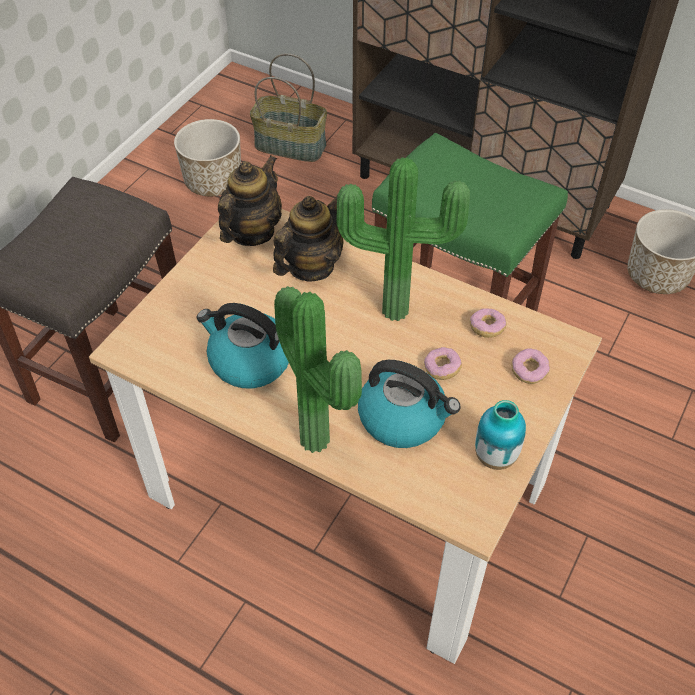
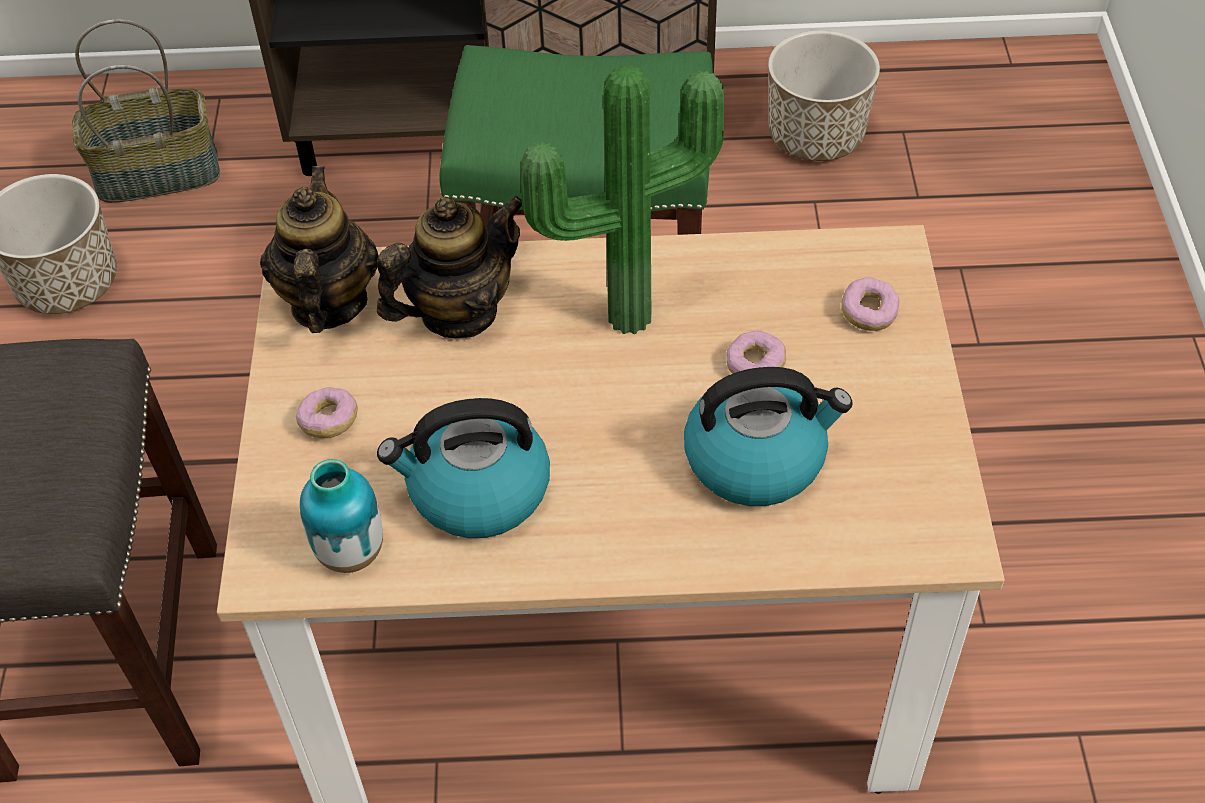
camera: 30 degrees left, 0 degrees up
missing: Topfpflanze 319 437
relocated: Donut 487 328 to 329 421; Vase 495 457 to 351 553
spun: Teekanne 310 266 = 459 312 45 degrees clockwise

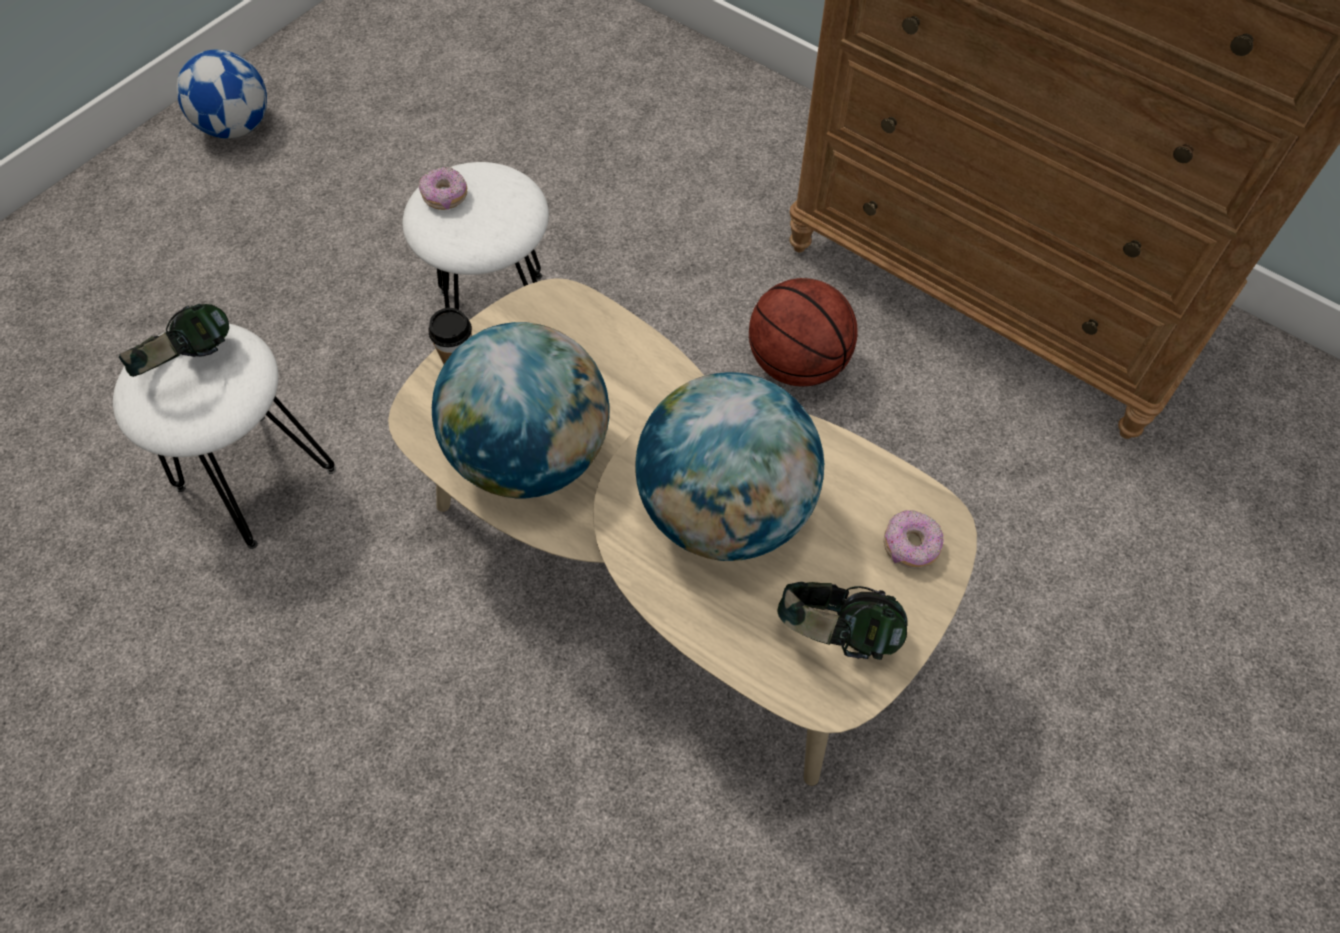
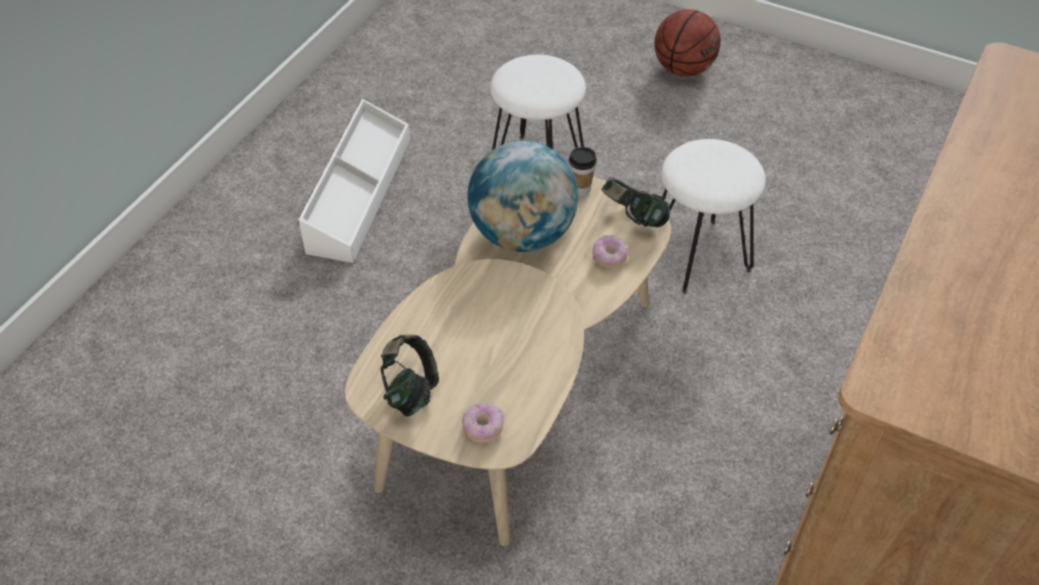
camera: 80 degrees right, 10 degrees down
missing: Fußball 237 127; Globus 724 511
appeared: Aufbewahrungsbox [weiß] 357 194
relocated: Kopfhörer 190 363 to 633 218; Donut 445 197 to 609 257; Basketball 796 363 to 683 68

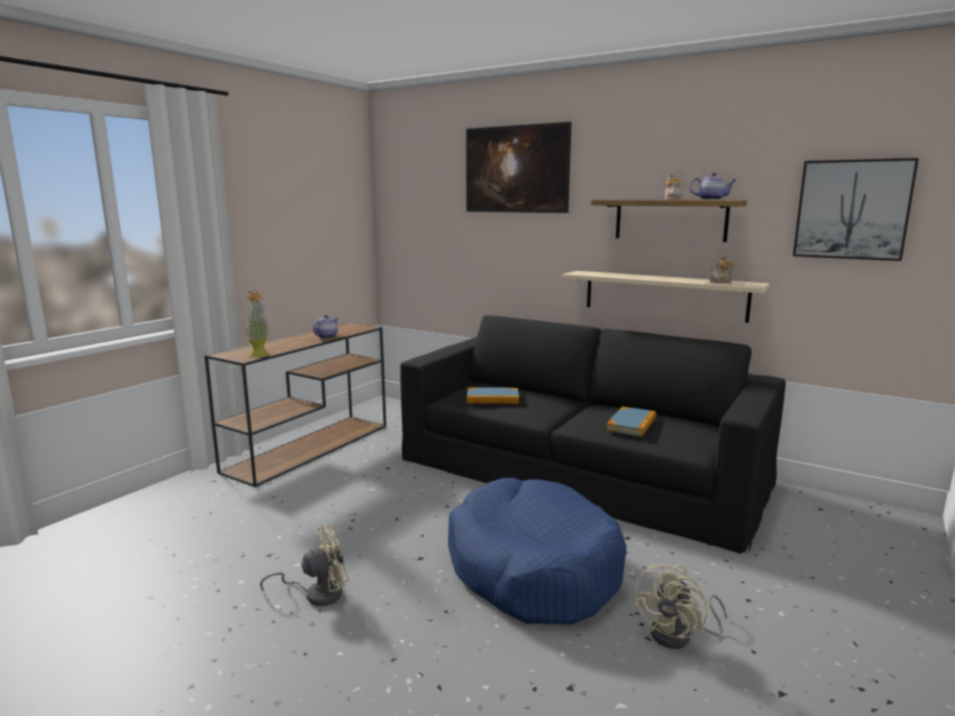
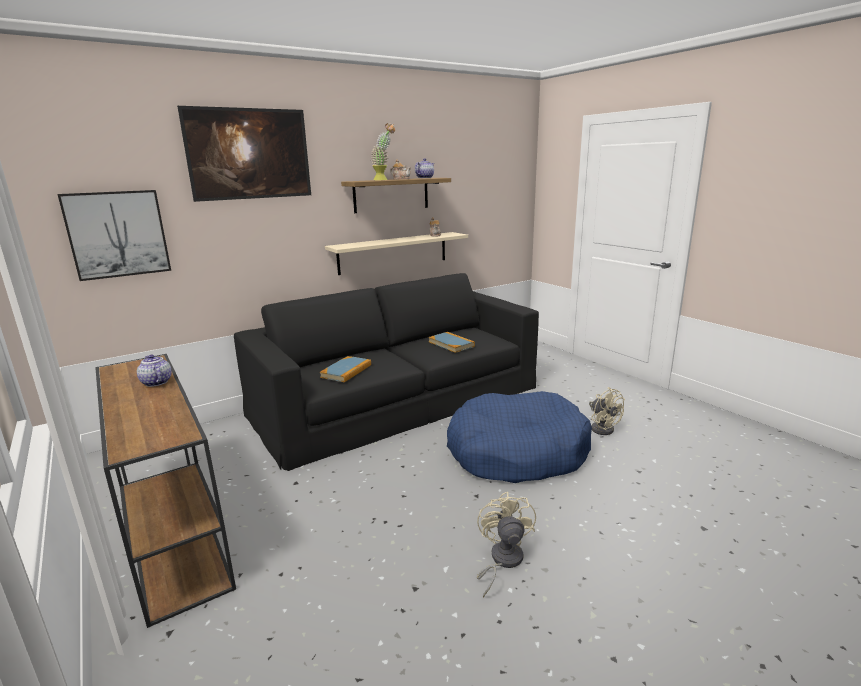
camera: 65 degrees left, 5 degrees up
relocated: Topfpflanze 259 356 to 384 180; Bild 852 209 to 117 234

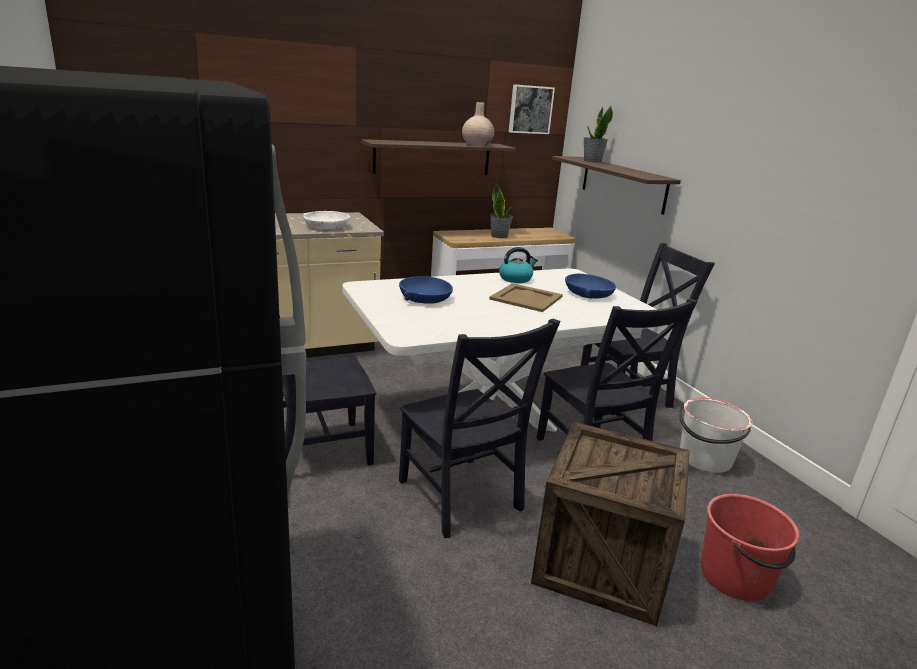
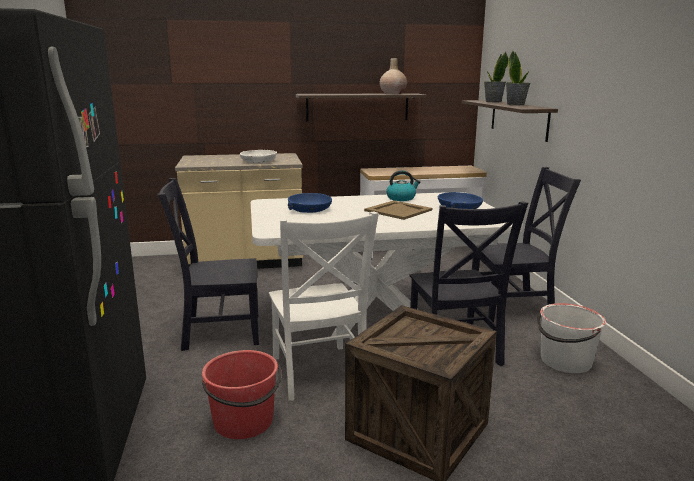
camera: 15 degrees right, 5 degrees down
missing: Bild 530 109
relocated: Topfpflanze 499 236 to 516 104; Eimer [rot] 736 576 to 244 422
colour: Stuhl [schwarz] 461 498 to Stuhl [weiß] 318 374

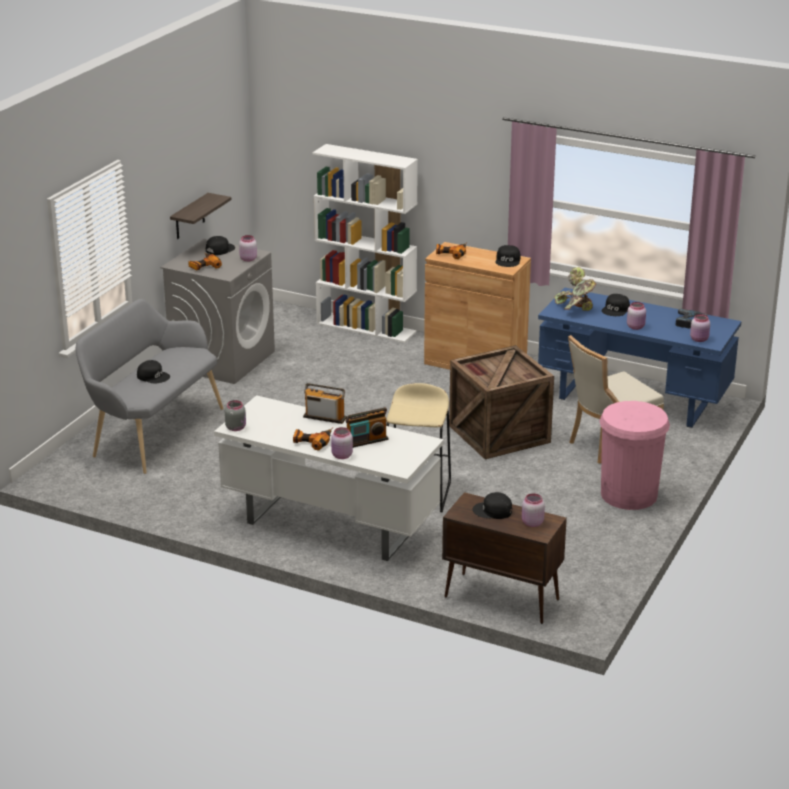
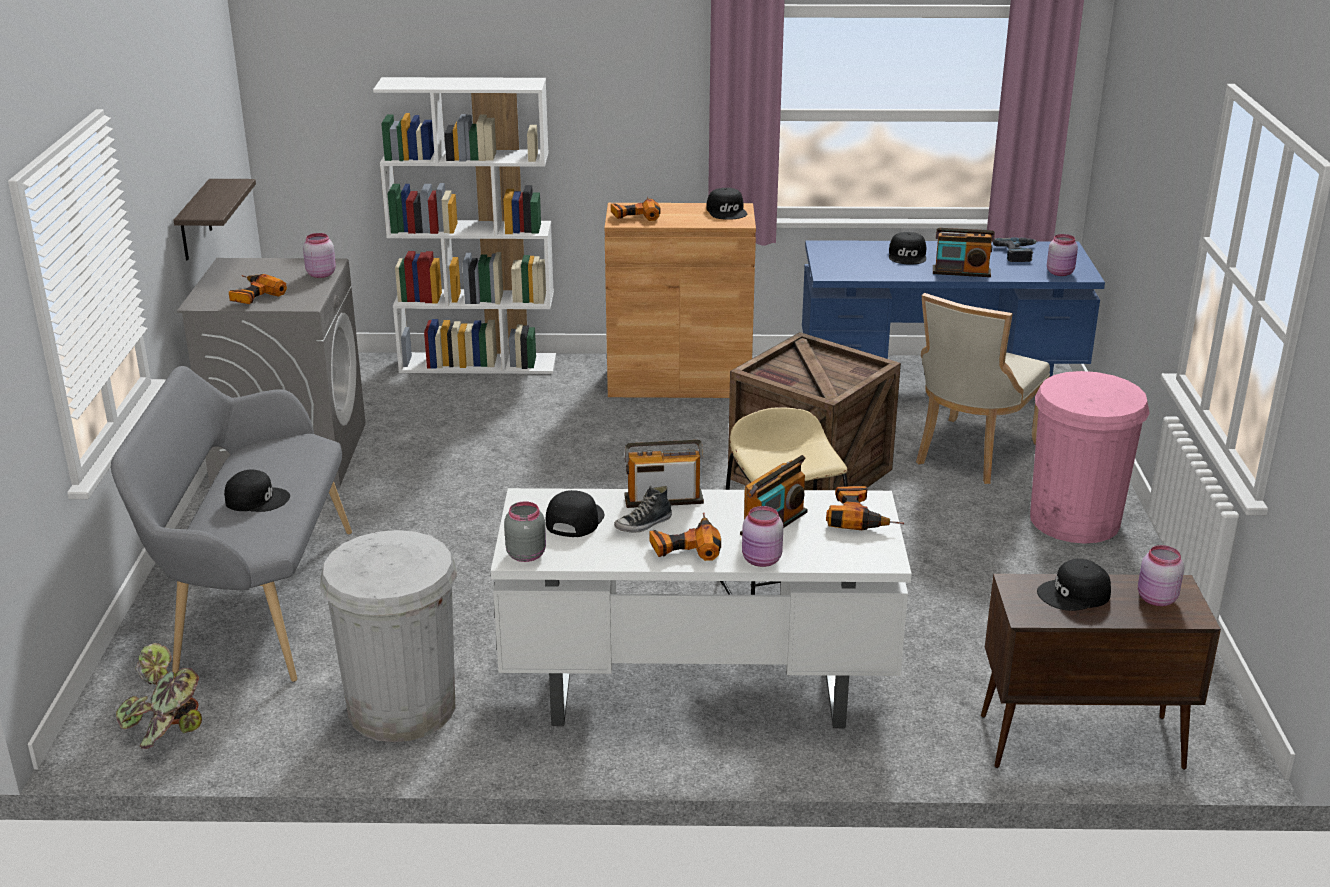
camera: 25 degrees left, 0 degrees up
appeared: Mülleimer [weiß] 401 708; Schuh 643 524; Bohrmaschine 860 517
relocated: Kappe [schwarz] 219 249 to 574 520; Topfpflanze 574 308 to 164 730
exchanged: Vorratsglas [rosa] 636 327 to Radio 961 272

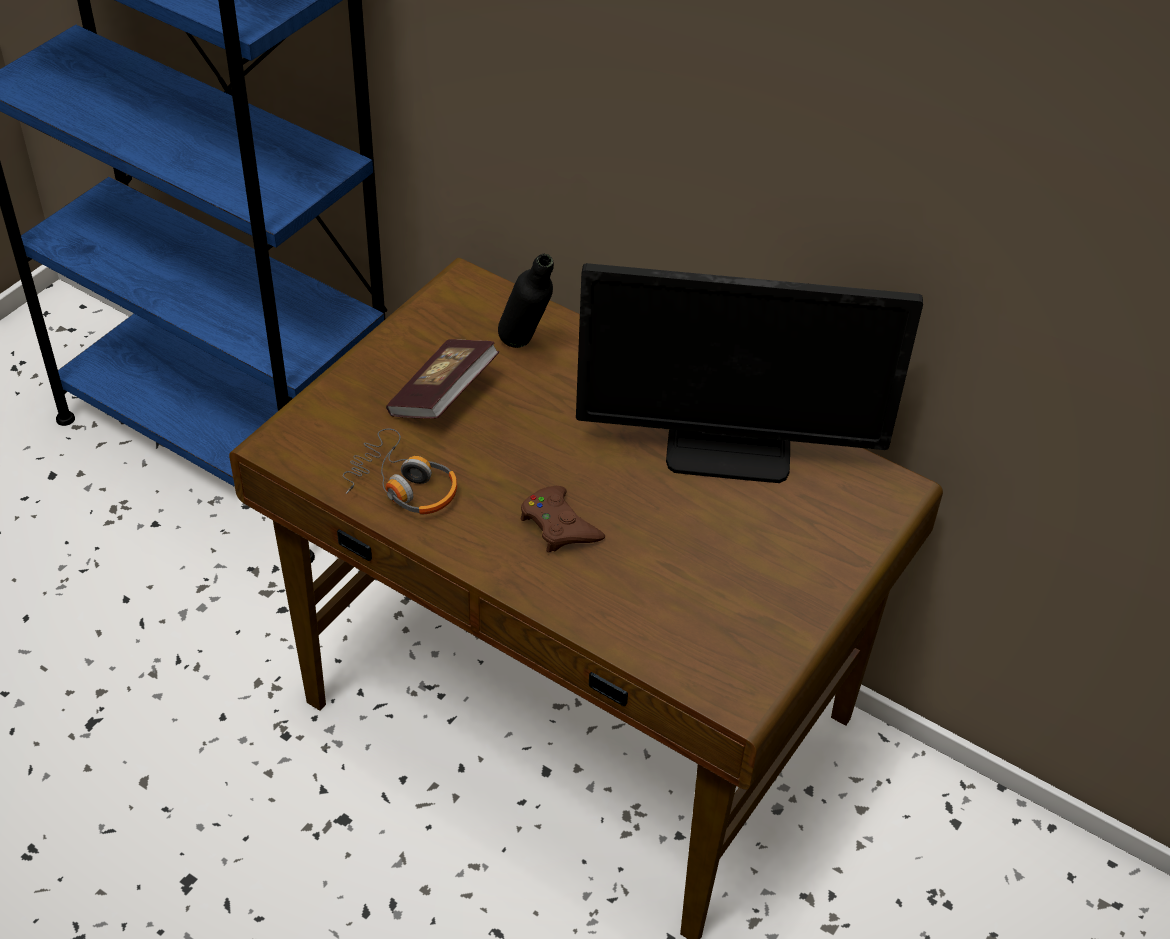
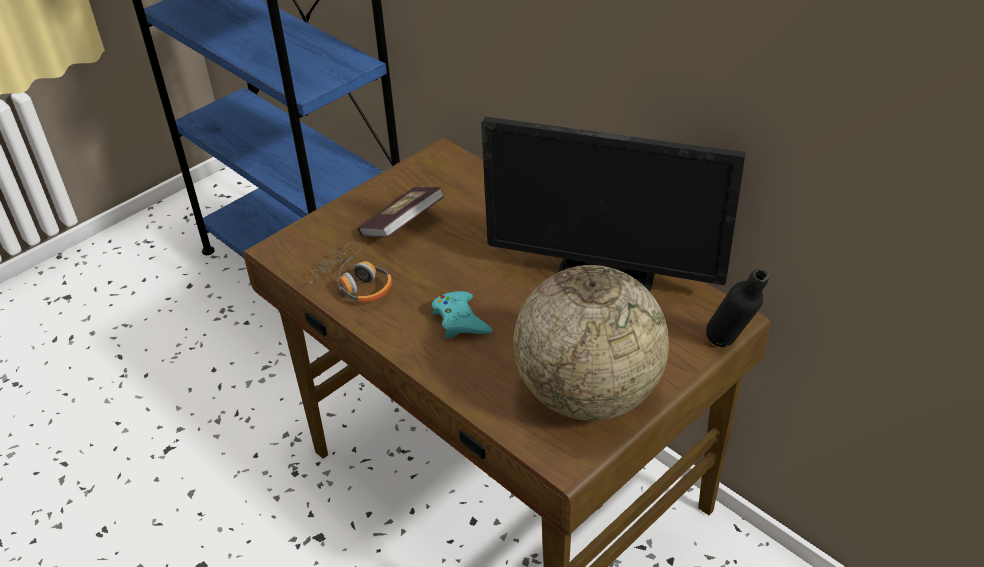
camera: 15 degrees right, 5 degrees down
appeared: Globus 588 394
relocated: Flasche [schwarz] 526 348 to 730 348
colour: Gamepad [braun] 559 526 to Gamepad [türkis] 460 320

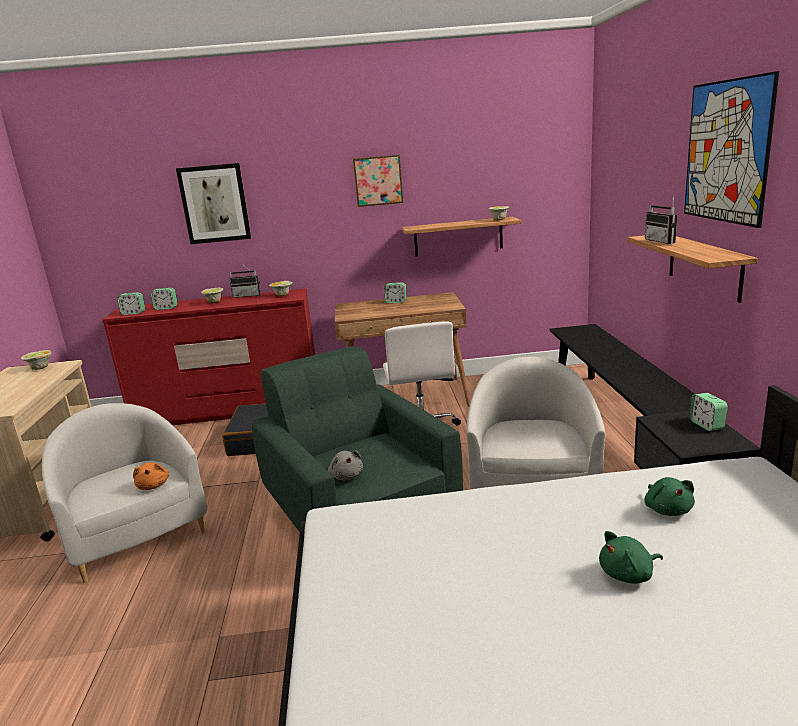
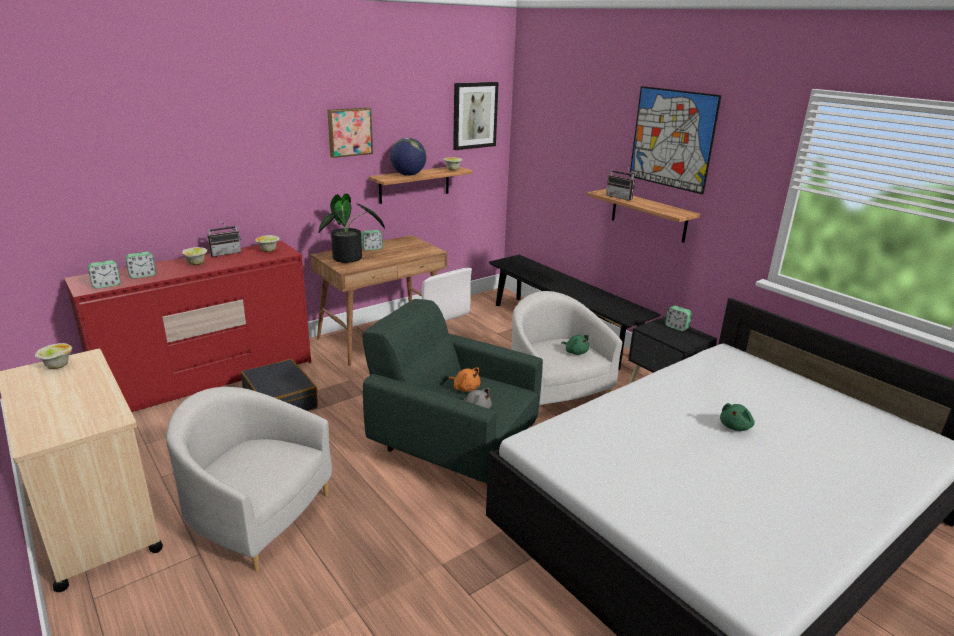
camera: 35 degrees left, 5 degrees up
appeared: Topfpflanze 351 258; Globus 408 175
relocated: Plüschtier [orange] 153 485 to 465 388; Bild 215 204 to 474 115; Plüschtier [grün] 667 509 to 575 352

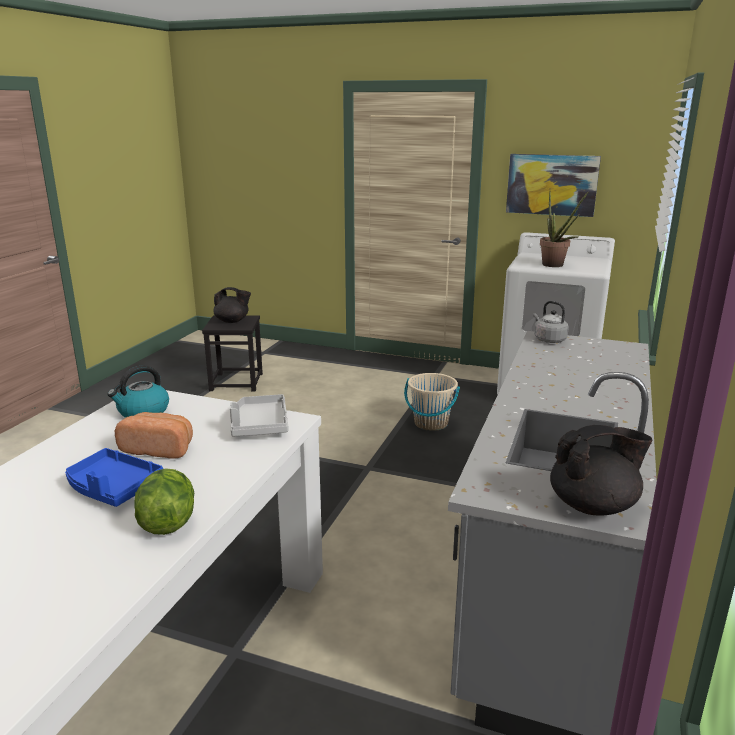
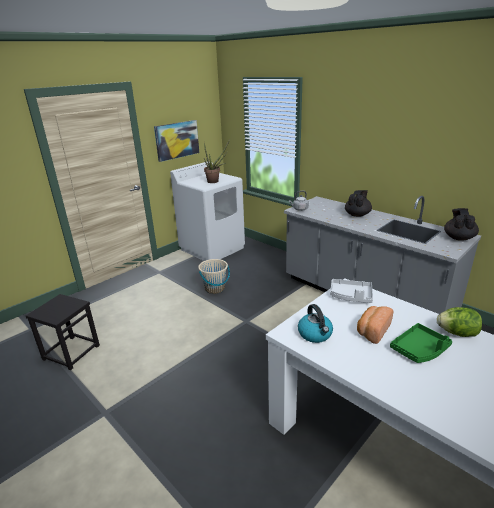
camera: 65 degrees left, 5 degrees up
relocated: Teekanne [schwarz] 232 321 to 357 215
colour: Tablett [blau] 113 488 to Tablett [grün] 419 349

